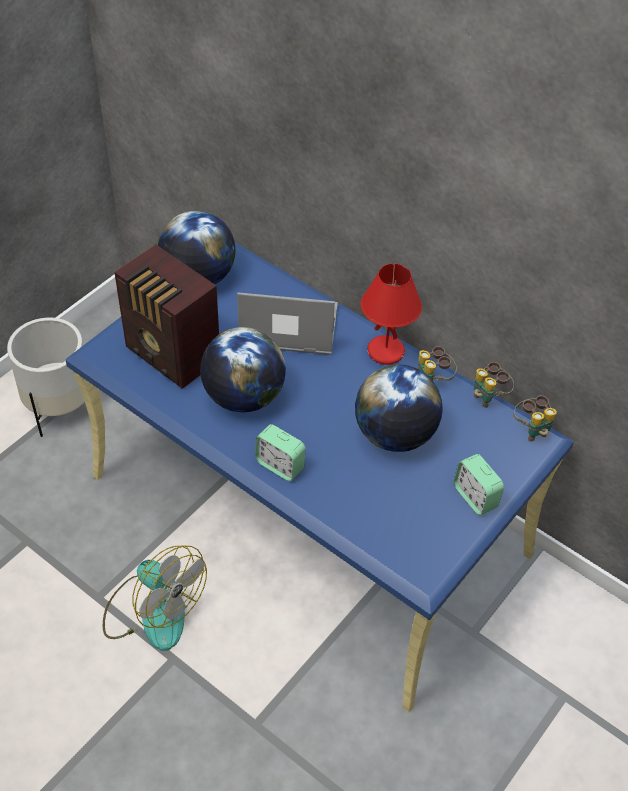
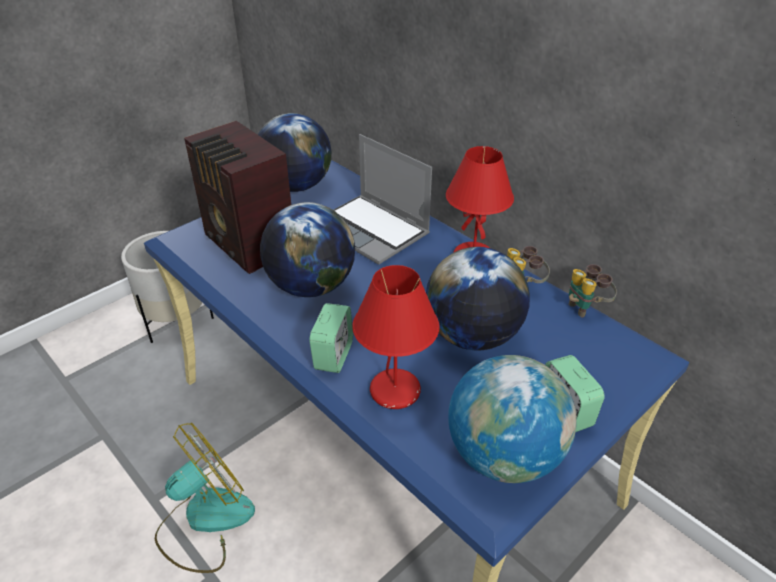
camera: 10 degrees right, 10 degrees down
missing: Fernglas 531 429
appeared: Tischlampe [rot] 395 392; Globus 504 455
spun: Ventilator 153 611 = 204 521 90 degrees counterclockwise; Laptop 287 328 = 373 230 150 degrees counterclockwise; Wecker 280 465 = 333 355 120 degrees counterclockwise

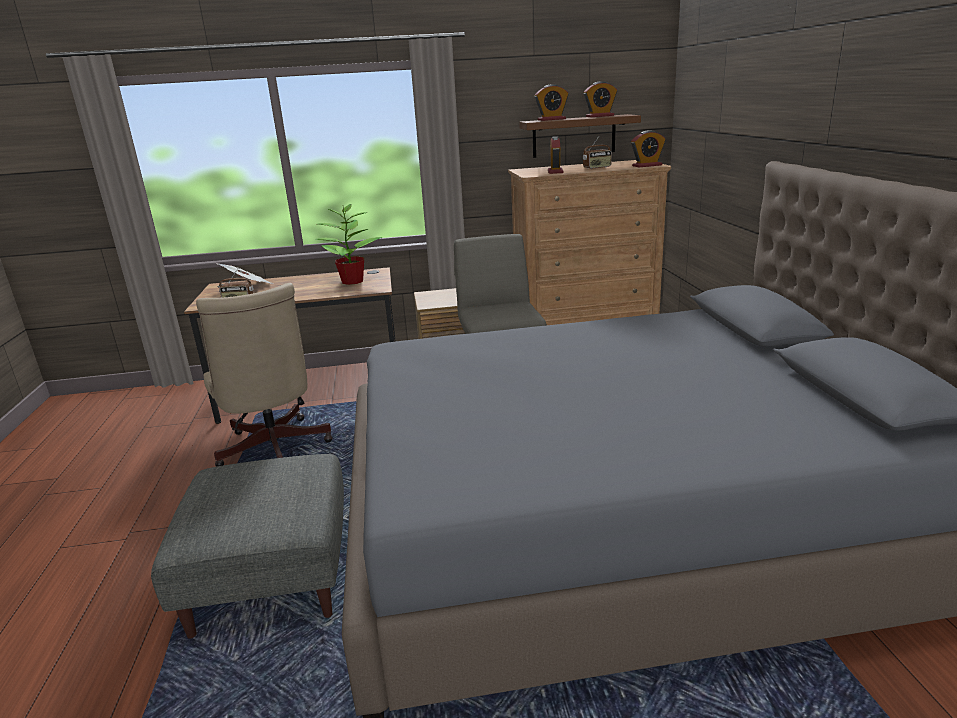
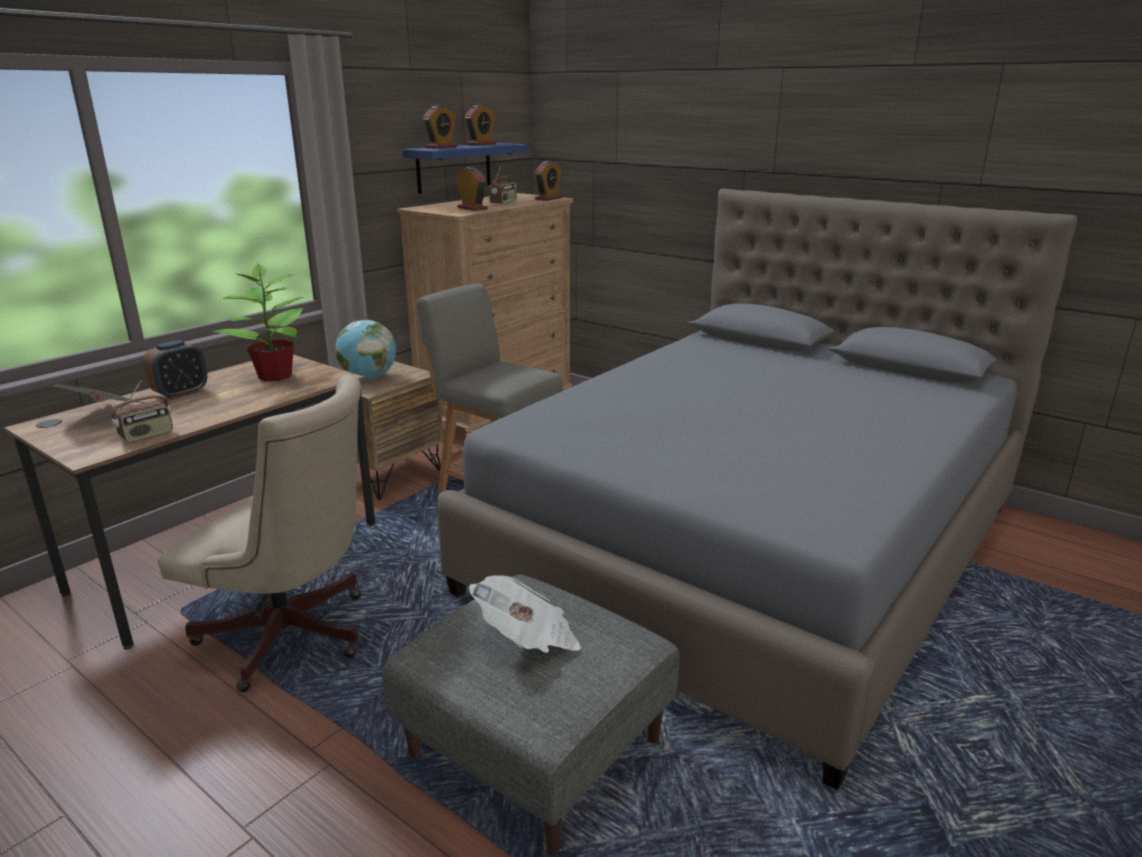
camera: 45 degrees left, 0 degrees up
appeared: Wecker 181 393; Globus 368 378; Zeitung 527 639
colour: Wandregal [braun] 574 136 to Wandregal [blau] 454 167

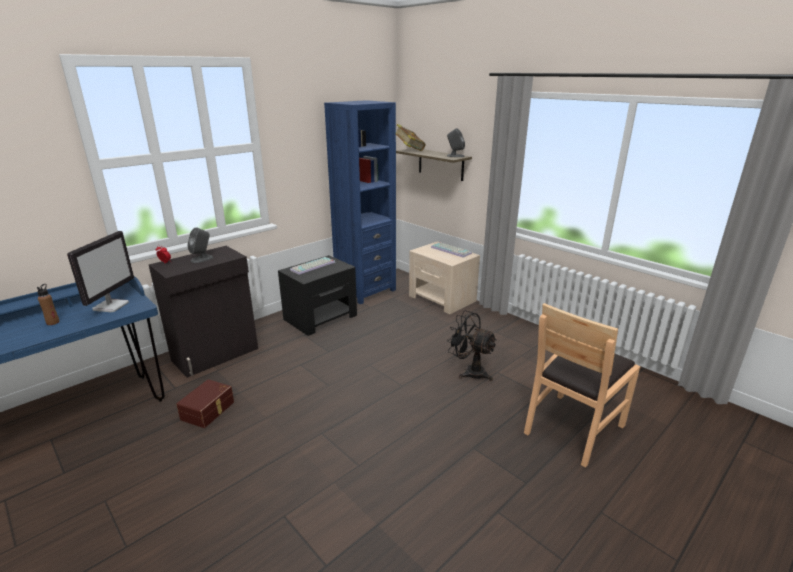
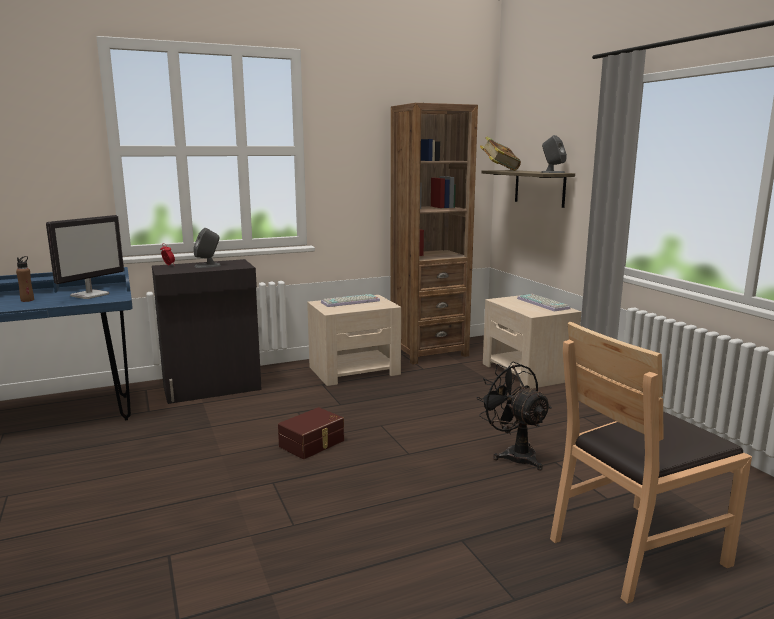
camera: 20 degrees right, 10 degrees down
relocated: Aufbewahrungsbox [braun] 209 411 to 313 444
colour: Nachttisch [schwarz] 321 317 to Nachttisch [beige] 355 370; Bücherregal [blau] 365 290 to Bücherregal [braun] 428 352

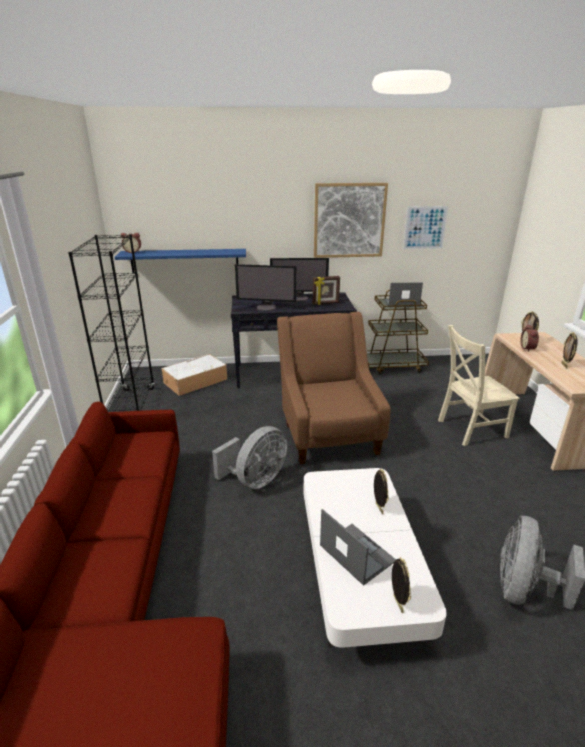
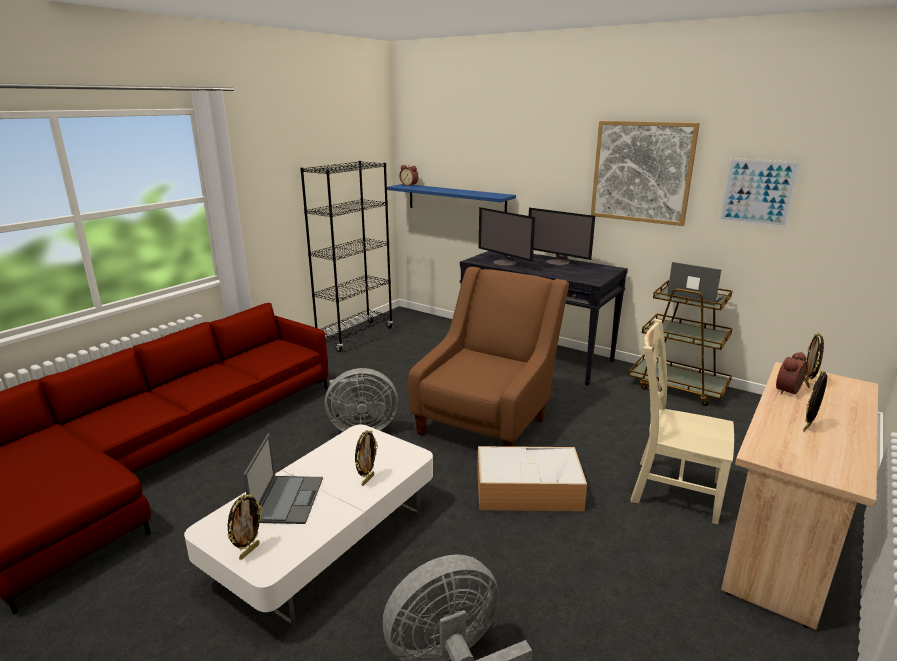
camera: 40 degrees right, 5 degrees down
missing: Bilderrahmen 325 303
relocated: Aufbewahrungsbox 196 380 to 529 489

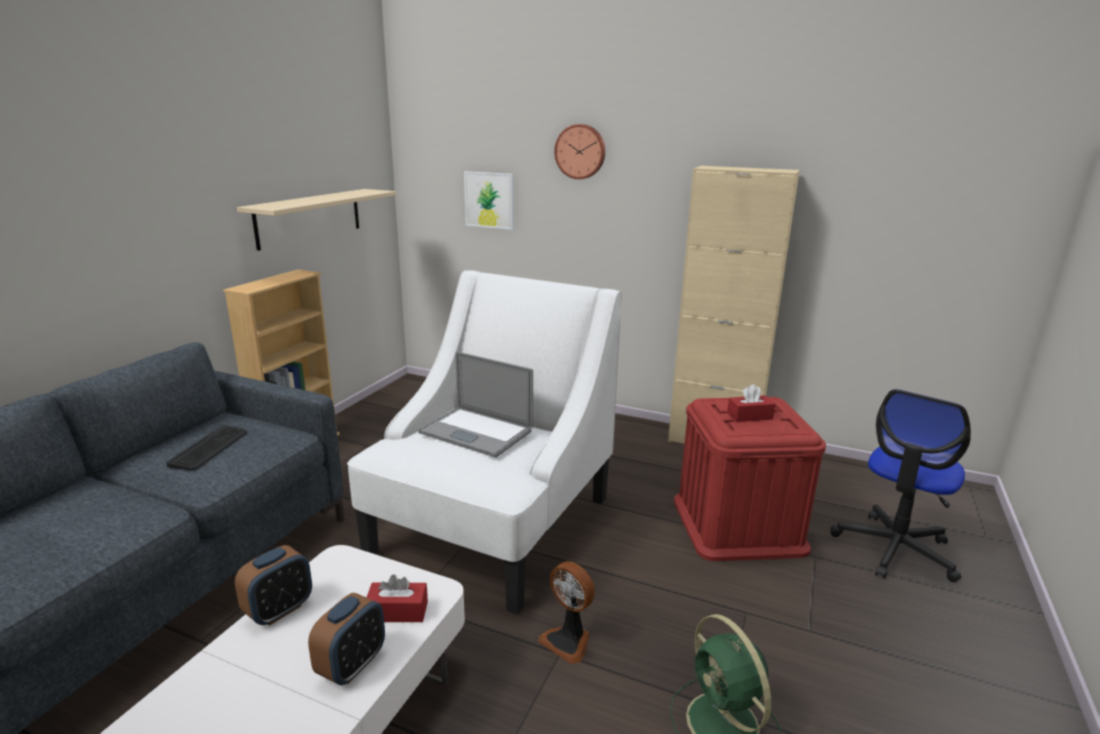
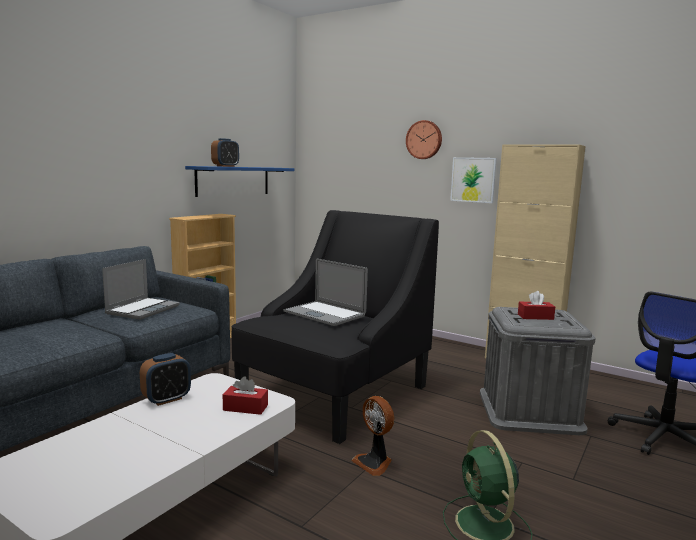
camera: 10 degrees right, 10 degrees down
relocated: Wecker 352 665 to 225 166; Bild 489 200 to 473 179
exchanged: Tastatur 209 448 to Laptop 143 309
colour: Wandregal [beige] 309 217 to Wandregal [blau] 233 181; Sessel [weiß] 492 526 to Sessel [schwarz] 334 394; Aufbewahrungsbox [rot] 738 524 to Aufbewahrungsbox [grau] 529 410

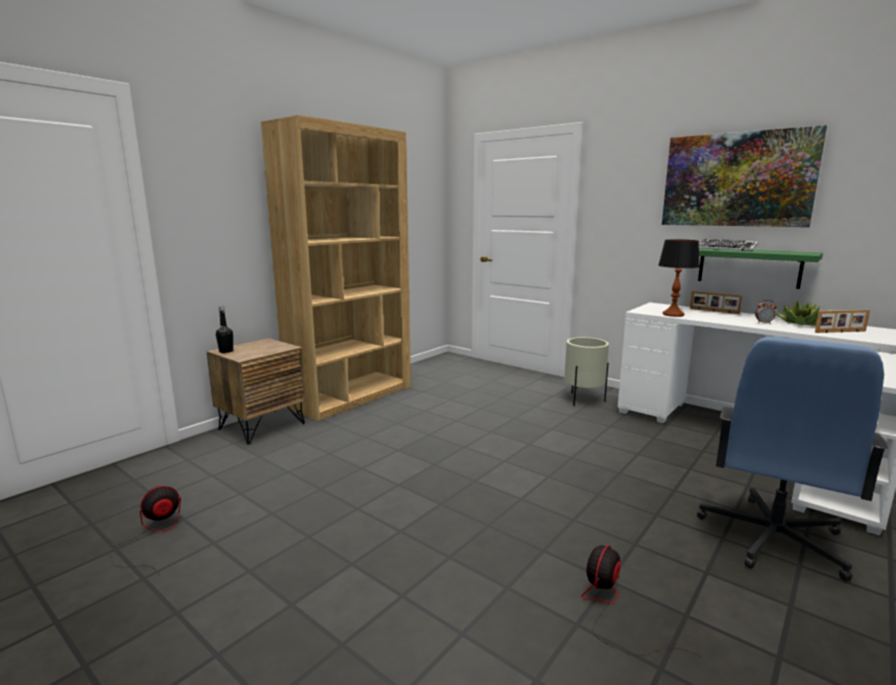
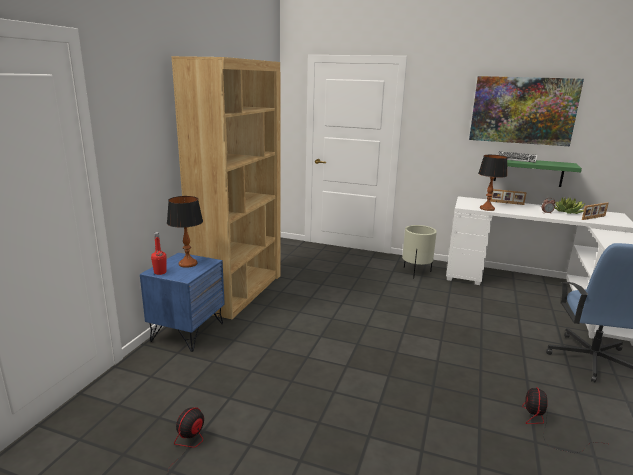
camera: 20 degrees left, 5 degrees up
appeared: Tischlampe 188 264
colour: Nachttisch [braun] 262 426 to Nachttisch [blau] 187 332; Flasche [schwarz] 226 351 to Flasche [rot] 160 272

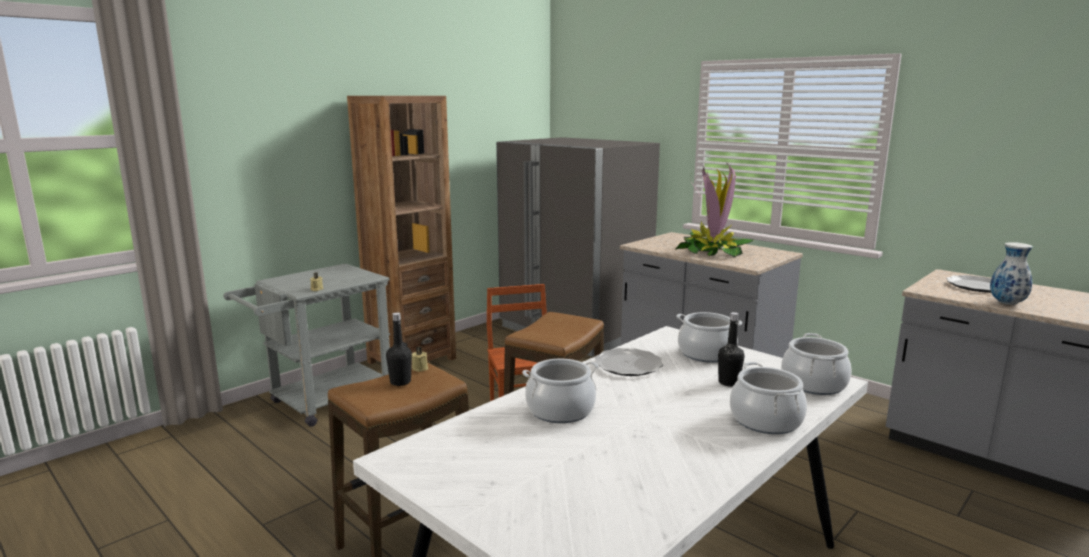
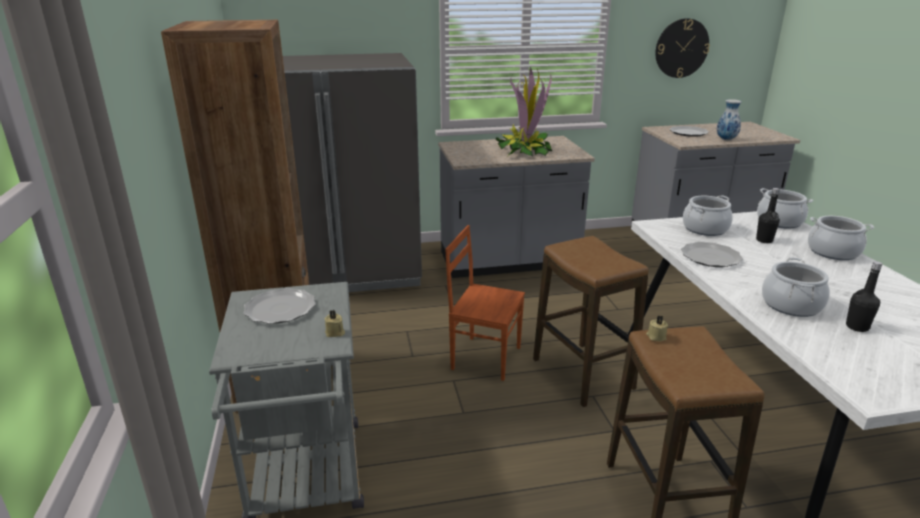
camera: 55 degrees left, 10 degrees up
appeared: Teller 280 309; Wanduhr 681 48
relocated: Flasche [schwarz] 400 382 to 857 327

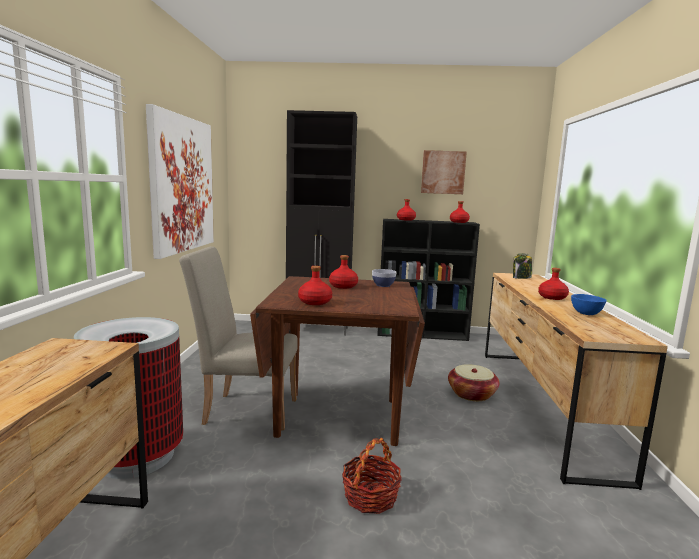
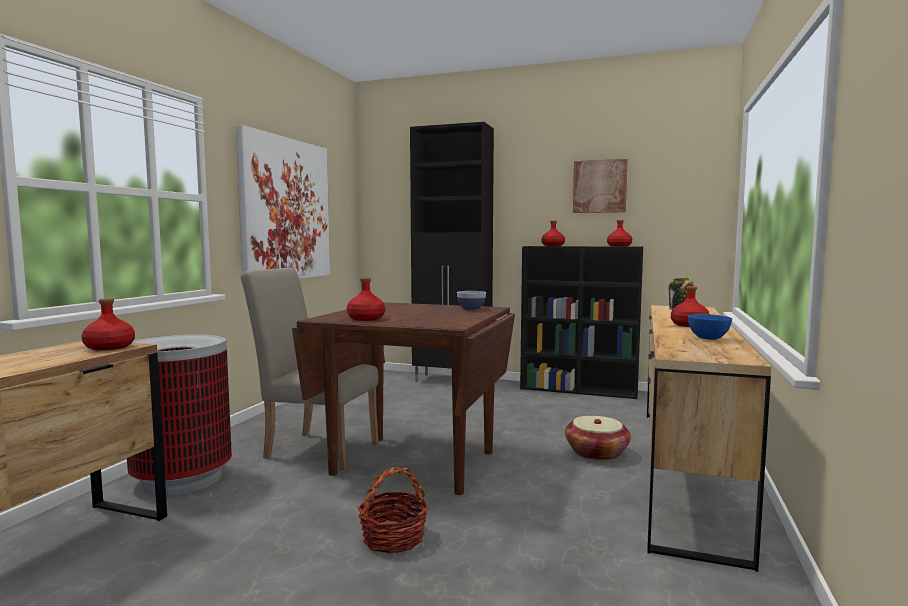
camera: 15 degrees right, 5 degrees down
relocated: Flasche [rot] 343 286 to 109 347

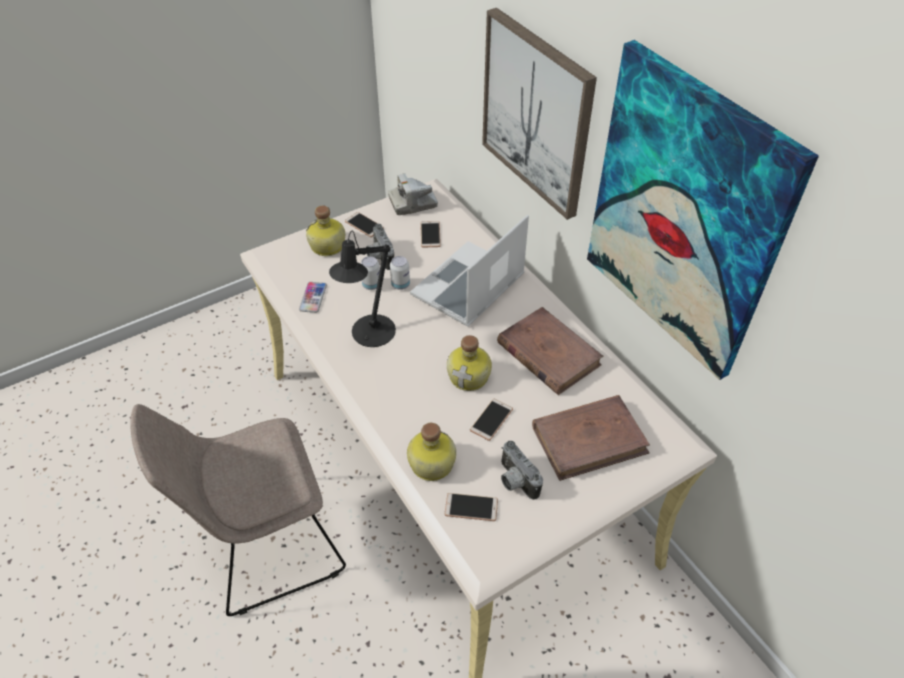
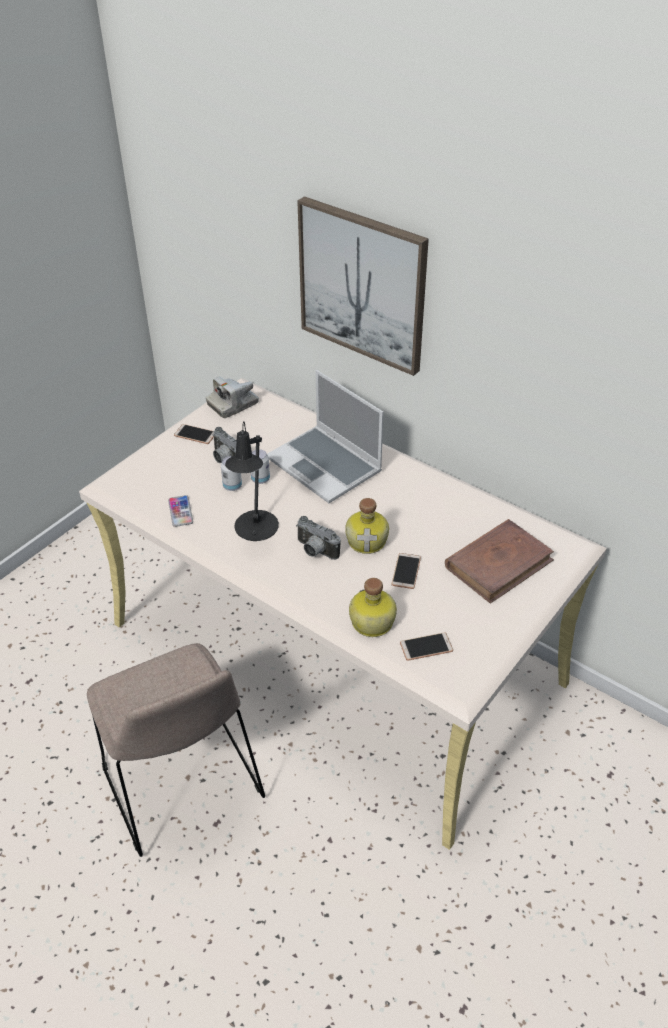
camera: 20 degrees left, 5 degrees down
missing: Flasche 327 246; Handy 430 235; Buch [braun] 548 353; Bild 684 215
relocated: Kamera 514 481 to 315 551
spun: Stuhl [beige] 265 544 = 183 785 75 degrees counterclockwise; Laptop 468 287 = 326 466 60 degrees counterclockwise

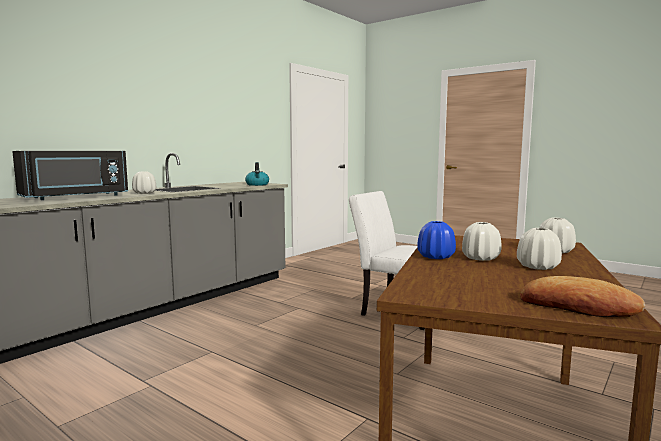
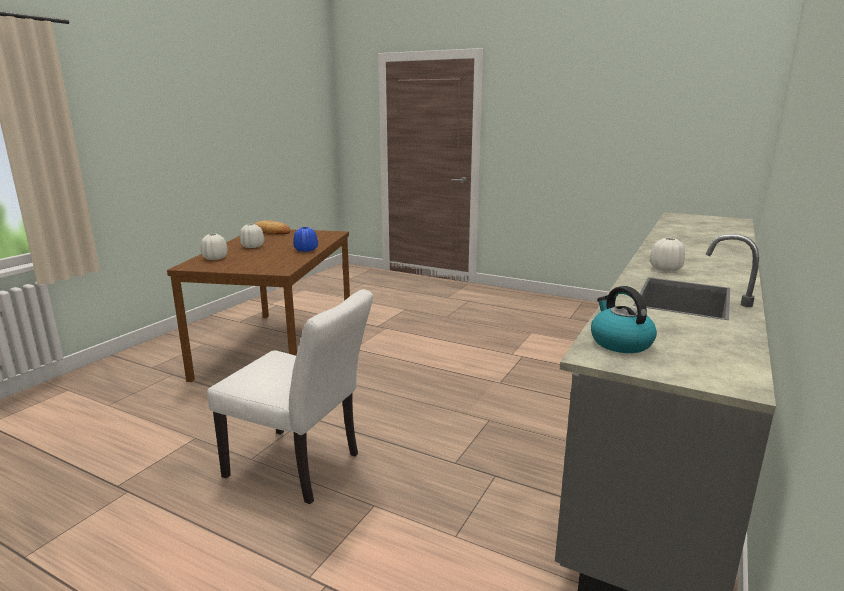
camera: 170 degrees right, 10 degrees up
missing: Mikrowelle [schwarz] 76 197; Vase [weiß] 480 258

